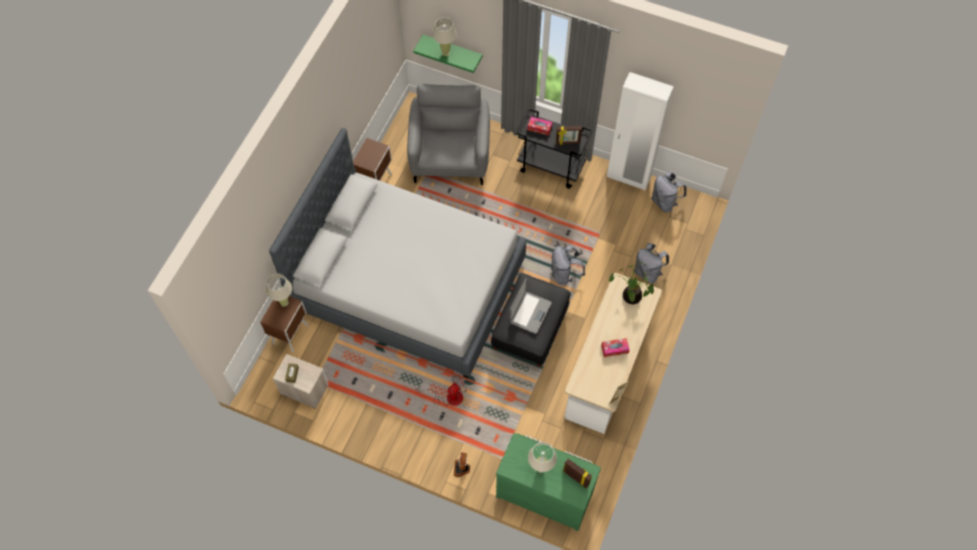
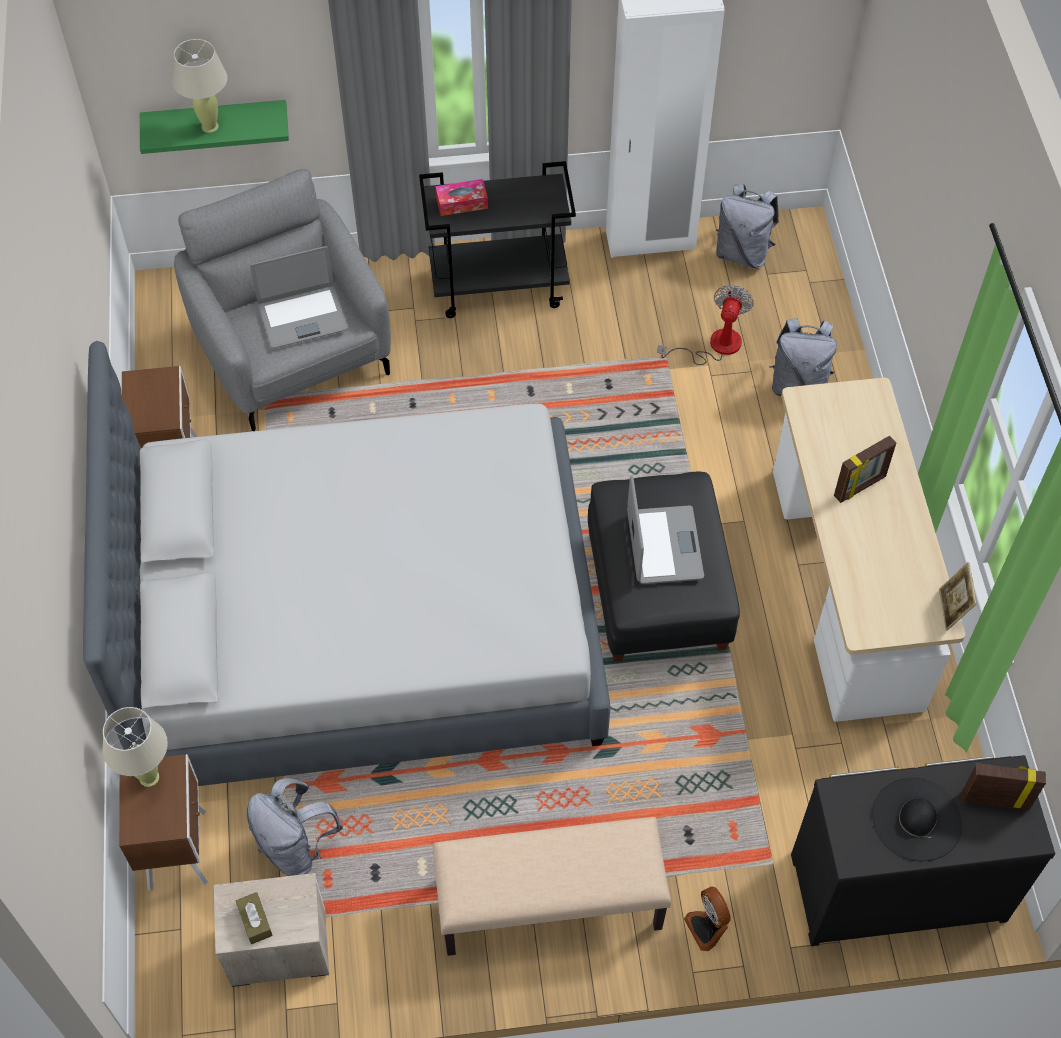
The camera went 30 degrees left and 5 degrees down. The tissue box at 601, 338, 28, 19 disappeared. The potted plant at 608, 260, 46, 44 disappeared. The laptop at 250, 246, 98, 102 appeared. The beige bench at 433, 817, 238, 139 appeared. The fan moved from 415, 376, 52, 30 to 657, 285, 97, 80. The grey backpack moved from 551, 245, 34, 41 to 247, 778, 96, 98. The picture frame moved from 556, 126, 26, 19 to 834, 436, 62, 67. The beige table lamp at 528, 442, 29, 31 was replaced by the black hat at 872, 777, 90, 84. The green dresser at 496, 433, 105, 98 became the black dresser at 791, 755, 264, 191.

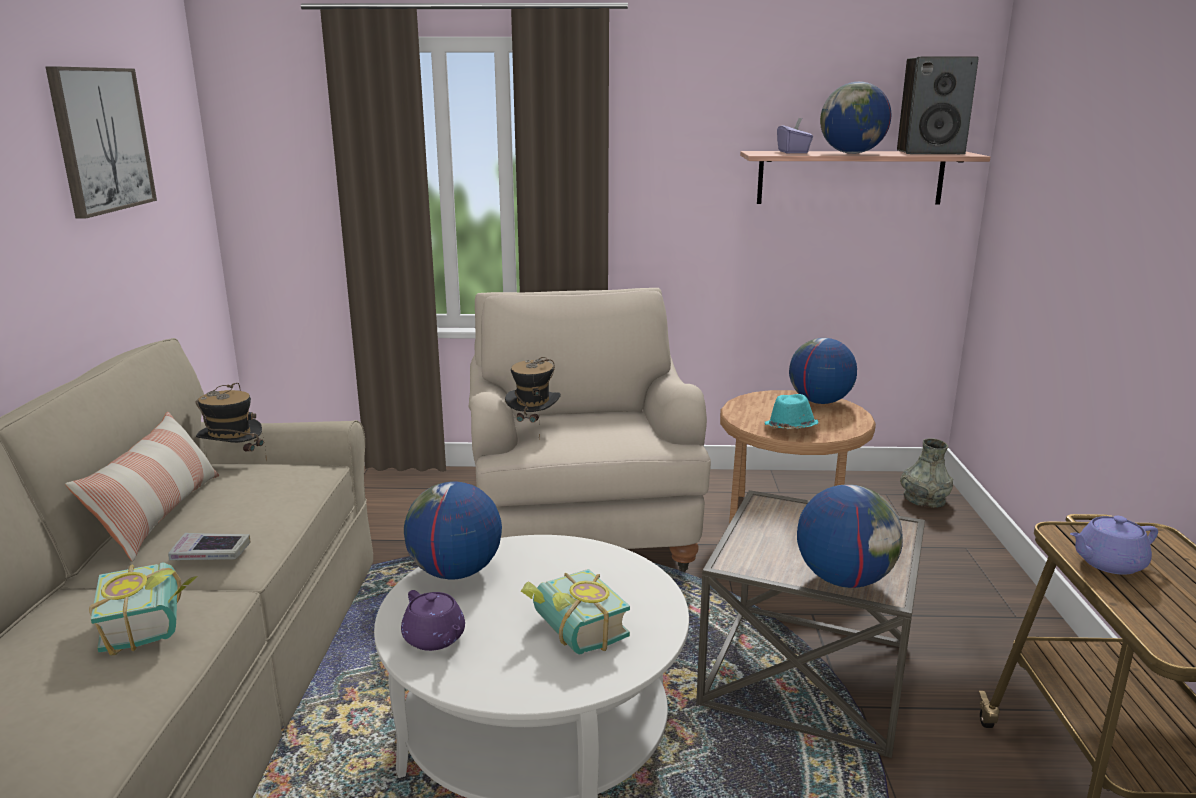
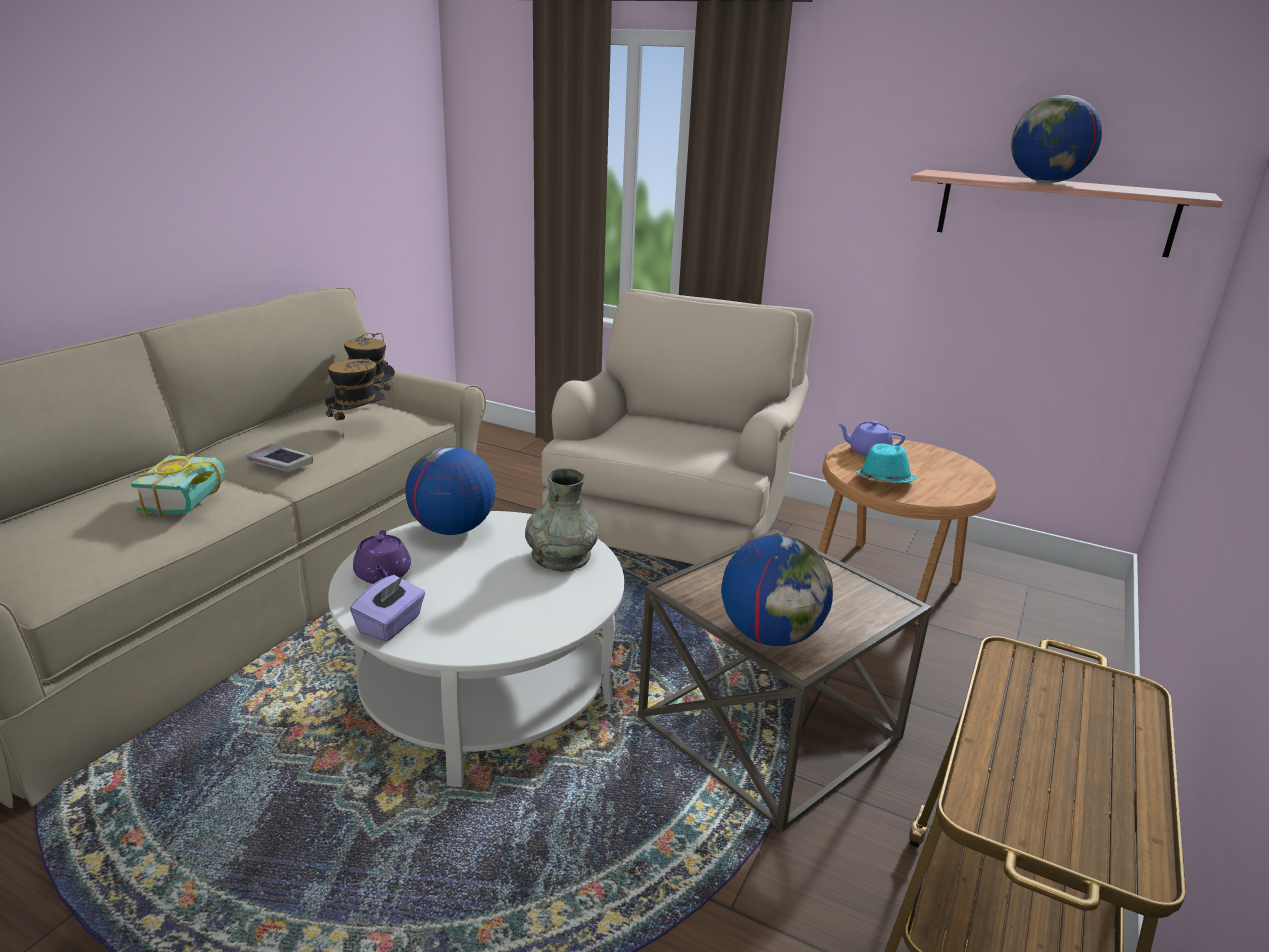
The camera went 25 degrees right and 5 degrees up. The picture at 45, 66, 112, 153 disappeared. The pillow at 65, 411, 154, 151 disappeared. The book at 521, 569, 109, 85 disappeared. The globe at 789, 338, 68, 66 disappeared. The speaker at 897, 56, 82, 98 disappeared. The hat moved from 505, 357, 56, 82 to 325, 358, 61, 81. The purple tissue box moved from 777, 118, 36, 35 to 350, 575, 75, 67. The grey vase moved from 900, 438, 53, 70 to 525, 468, 74, 103. The purple teapot moved from 1070, 516, 88, 59 to 837, 420, 68, 36.

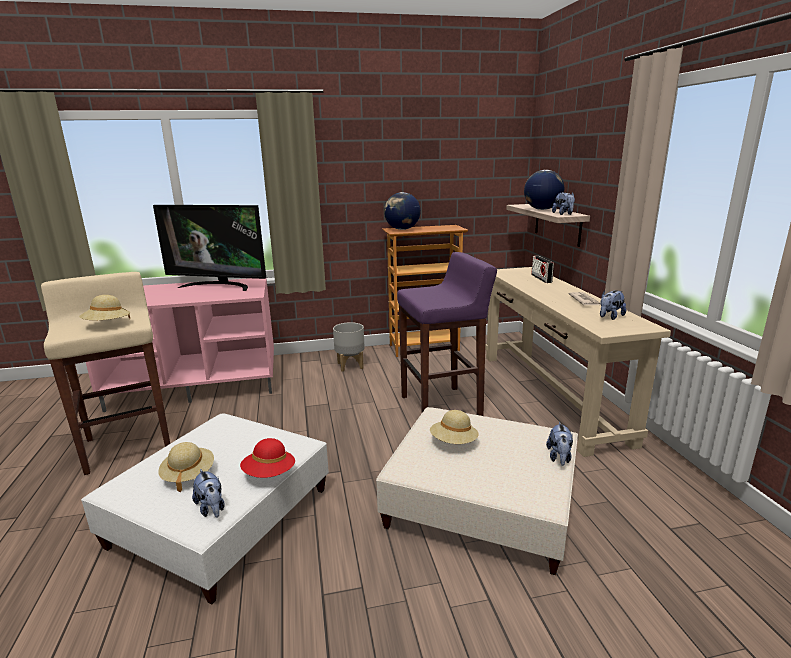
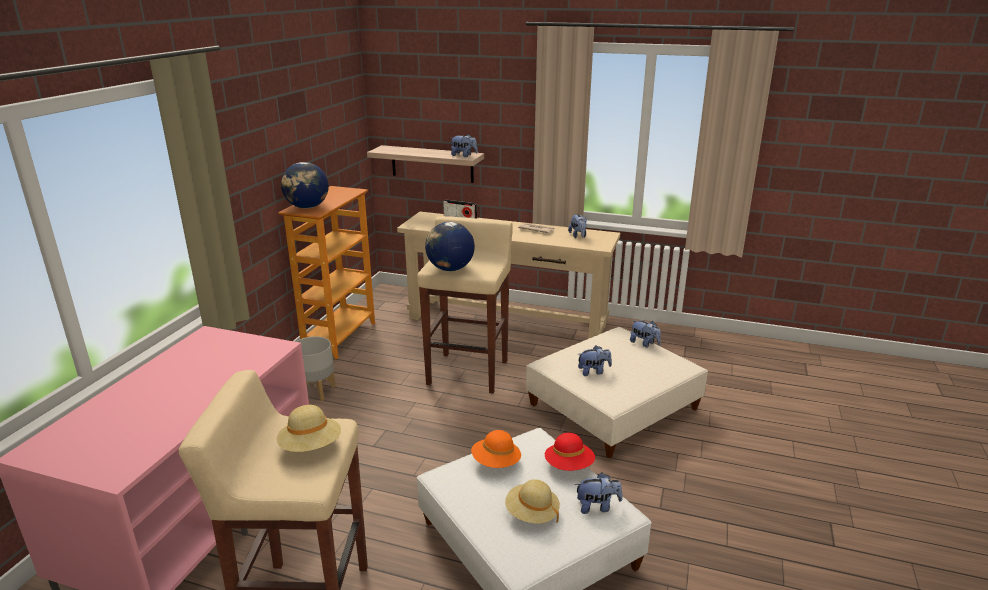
The camera went 60 degrees left and 5 degrees up. The television at 153, 205, 113, 86 disappeared. The orange hat at 471, 430, 50, 38 appeared. The globe moved from 524, 170, 40, 40 to 425, 222, 50, 49. The beige hat at 430, 410, 49, 34 was replaced by the plush toy at 577, 345, 35, 31. The purple stool at 397, 252, 100, 164 became the beige stool at 417, 216, 96, 178.

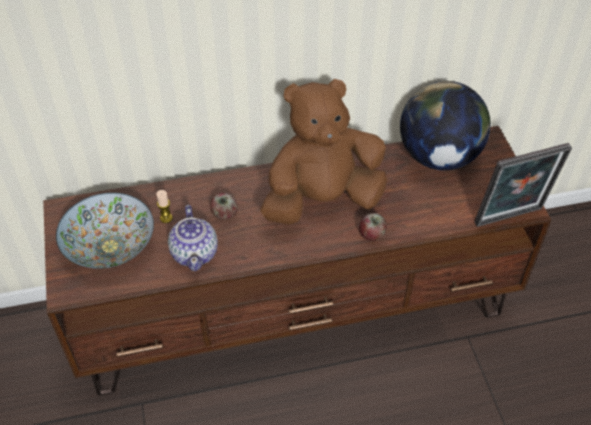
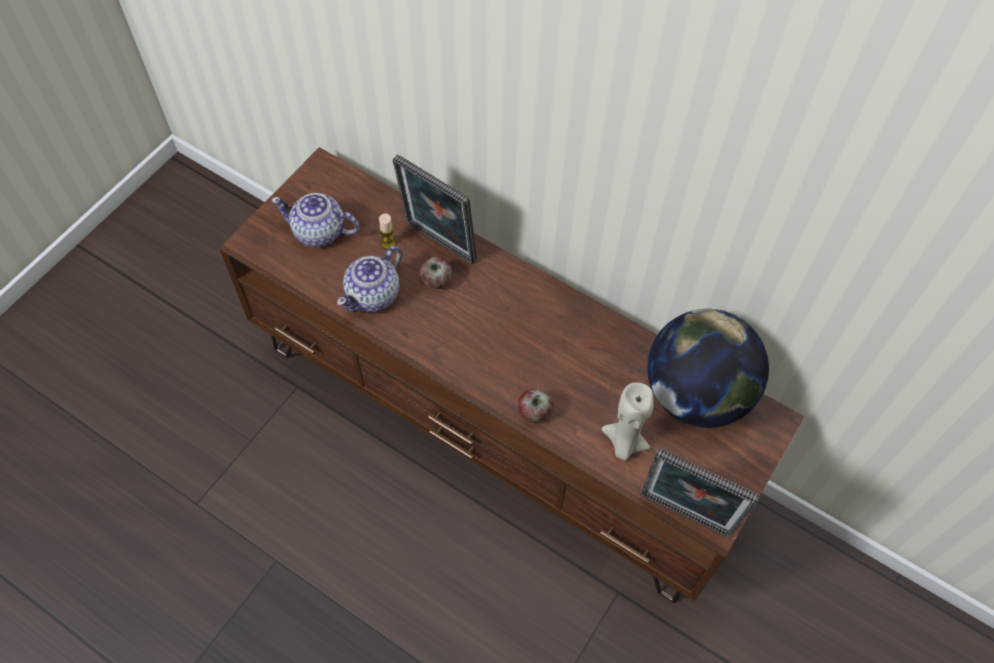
The camera went 45 degrees right and 10 degrees up. The brown plush toy at 260, 79, 127, 146 disappeared. The picture frame at 393, 154, 84, 110 appeared. The beige candle at 602, 382, 52, 78 appeared. The bowl at 56, 193, 98, 76 was replaced by the teapot at 271, 193, 88, 54.

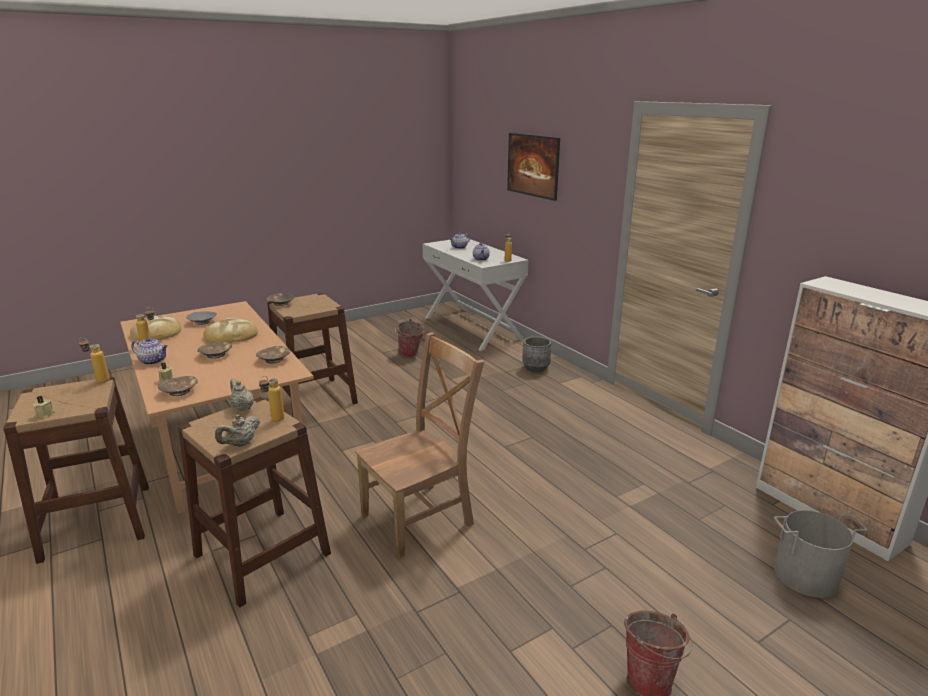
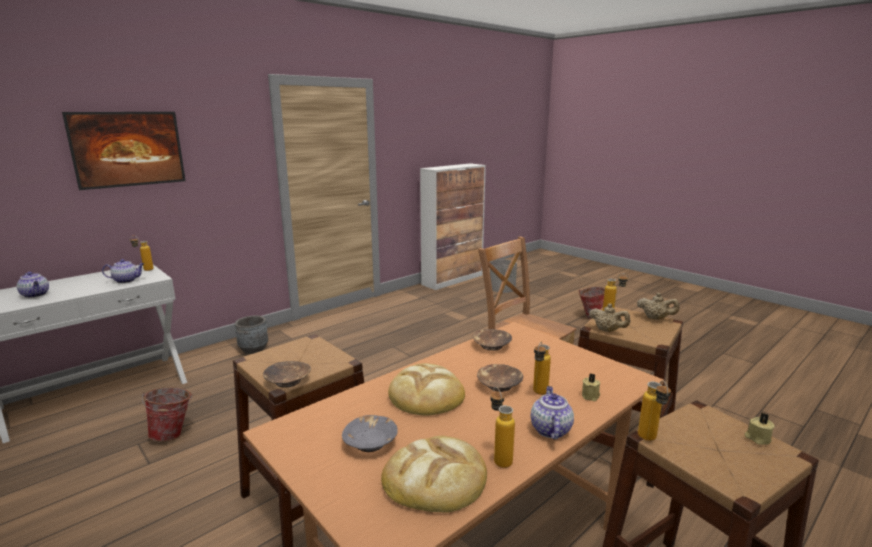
The camera went 100 degrees left and 5 degrees down. The brown bowl at 158, 376, 40, 20 disappeared. The bottle at 533, 342, 18, 53 appeared. The beige teapot at 230, 378, 25, 33 turned 90 degrees counterclockwise.

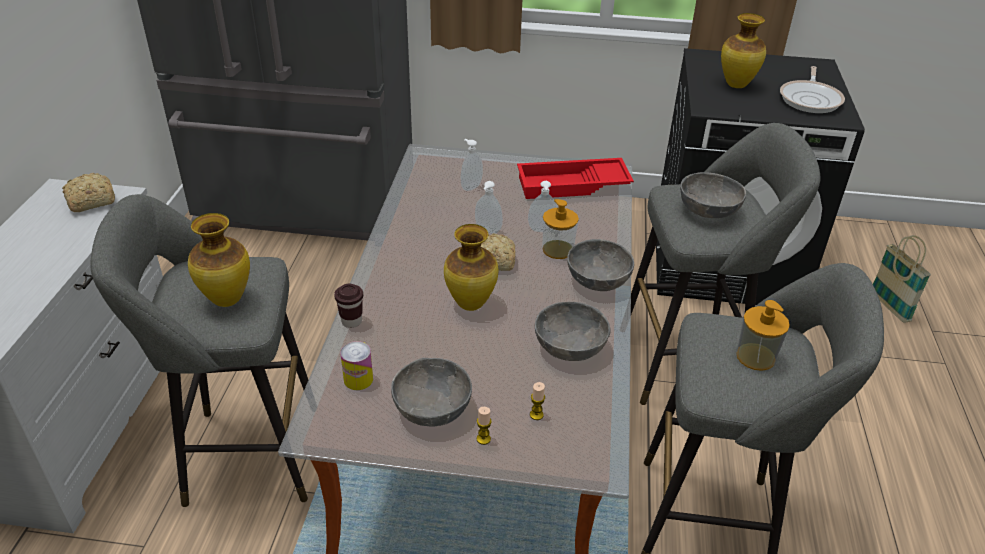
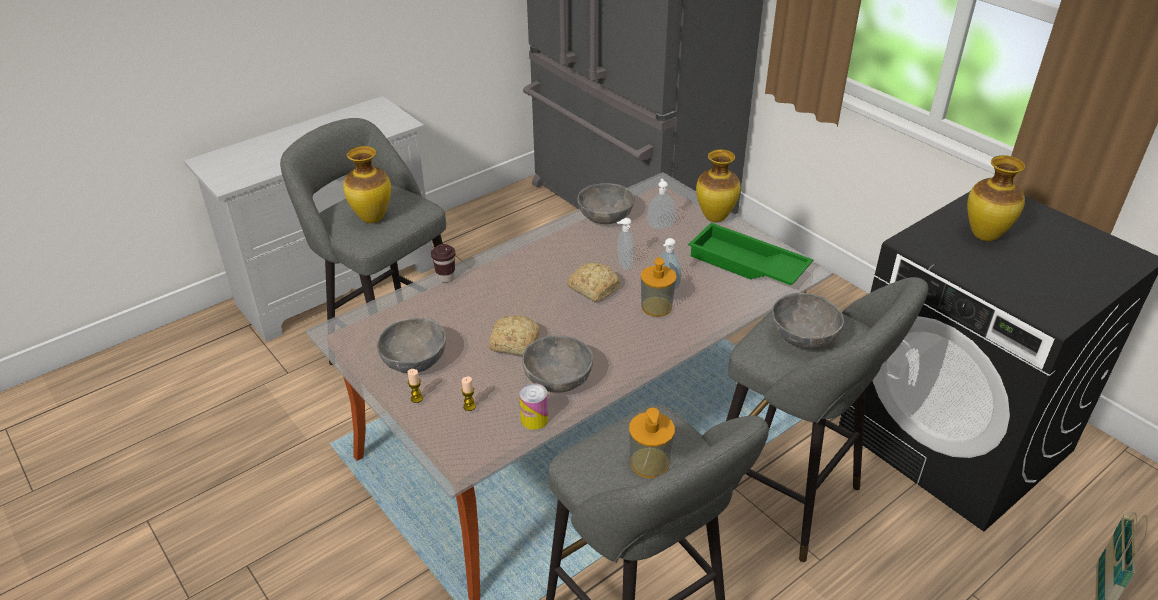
The camera went 45 degrees right and 0 degrees up. The frying pan at 780, 66, 65, 47 disappeared. The bread moved from 62, 173, 53, 39 to 489, 315, 51, 41. The can moved from 340, 341, 33, 49 to 519, 383, 29, 47. The vase moved from 444, 224, 54, 87 to 696, 149, 45, 73. The grey bowl moved from 567, 239, 67, 52 to 577, 183, 58, 41. The red tray at 517, 158, 117, 41 became the green tray at 688, 223, 125, 62.

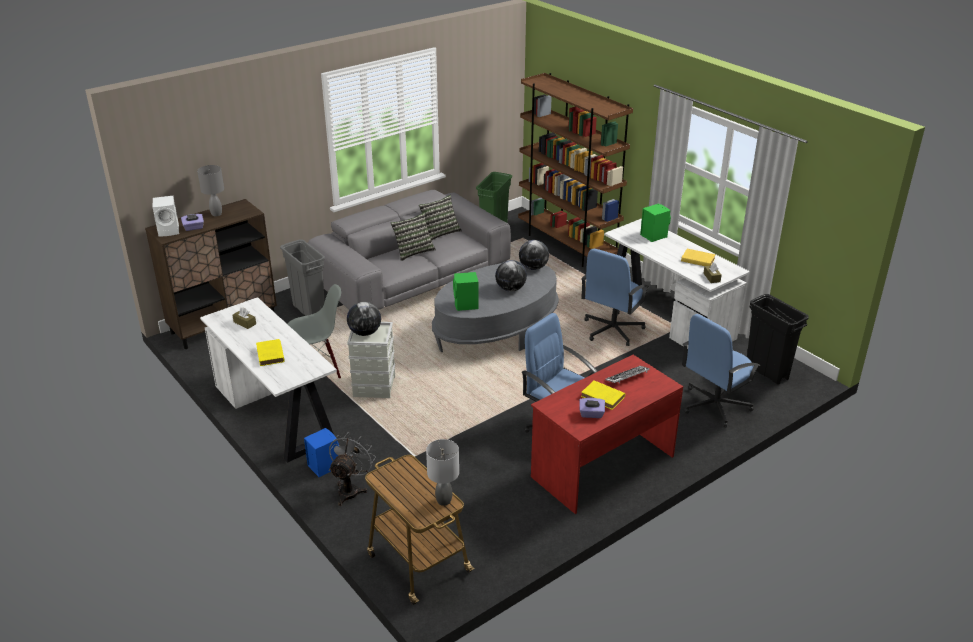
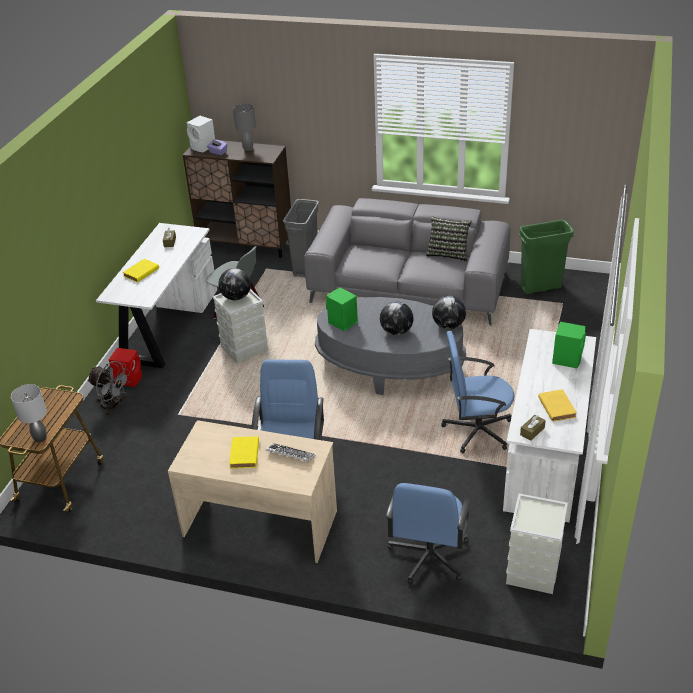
The camera went 55 degrees right and 5 degrees up. The pillow at 391, 212, 45, 49 disappeared. The brown bookcase at 518, 73, 115, 194 disappeared. The purple tissue box at 579, 398, 26, 20 disappeared. The black trash can at 747, 294, 62, 91 was replaced by the grey storage box at 506, 493, 62, 101. The blue speaker at 304, 428, 35, 49 became the red speaker at 109, 348, 33, 39. The red desk at 531, 355, 152, 159 became the beige desk at 168, 420, 169, 143. The grey fan at 329, 432, 47, 74 turned 45 degrees clockwise. The blue office chair at 682, 314, 78, 113 turned 90 degrees counterclockwise.

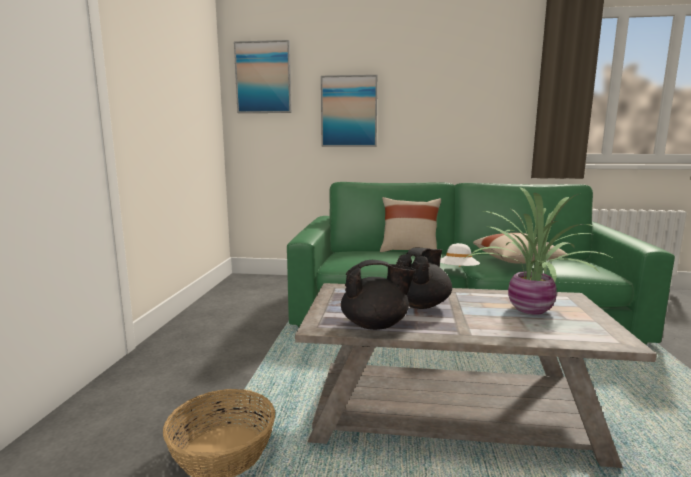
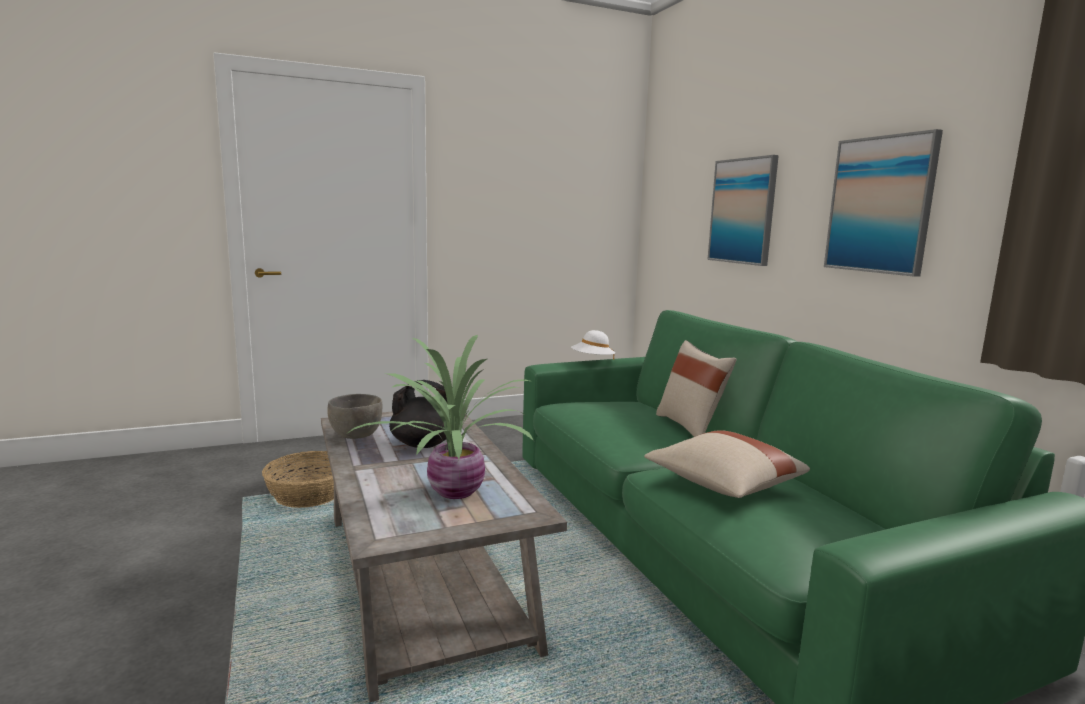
The camera went 60 degrees right and 0 degrees up. The picture moved from 234, 40, 58, 73 to 824, 129, 119, 148. The white hat moved from 440, 243, 40, 24 to 571, 330, 44, 29. The black teapot at 341, 260, 75, 70 was replaced by the grey bowl at 328, 394, 55, 45.

